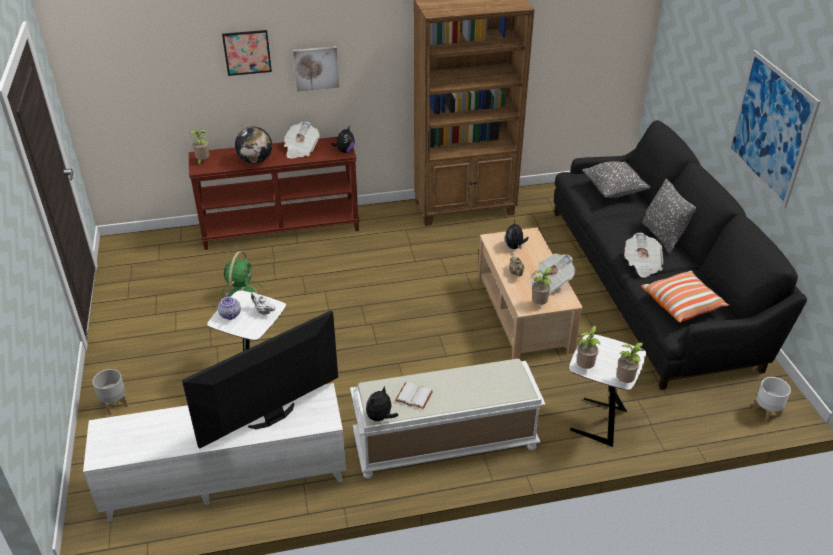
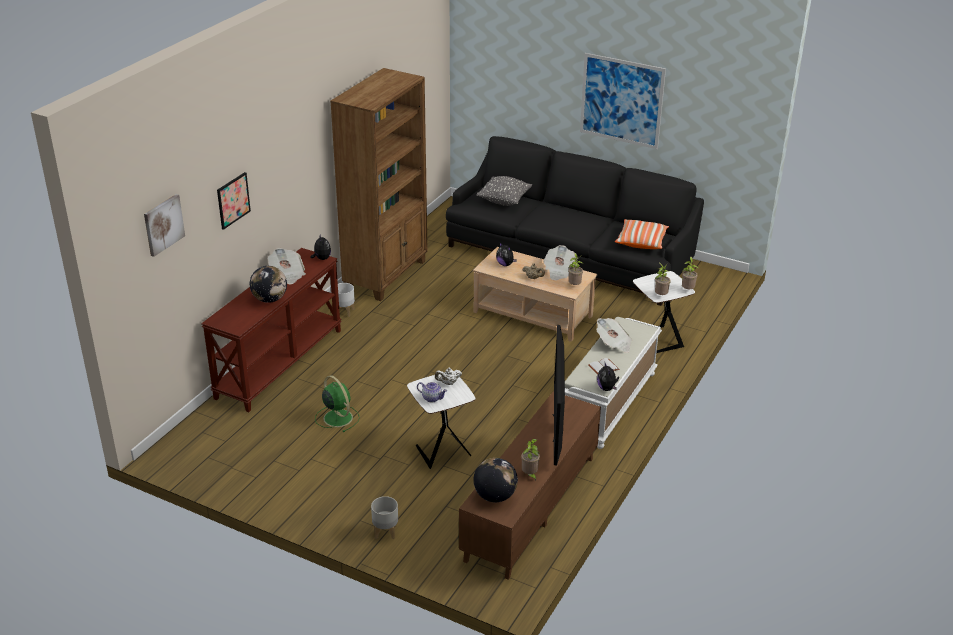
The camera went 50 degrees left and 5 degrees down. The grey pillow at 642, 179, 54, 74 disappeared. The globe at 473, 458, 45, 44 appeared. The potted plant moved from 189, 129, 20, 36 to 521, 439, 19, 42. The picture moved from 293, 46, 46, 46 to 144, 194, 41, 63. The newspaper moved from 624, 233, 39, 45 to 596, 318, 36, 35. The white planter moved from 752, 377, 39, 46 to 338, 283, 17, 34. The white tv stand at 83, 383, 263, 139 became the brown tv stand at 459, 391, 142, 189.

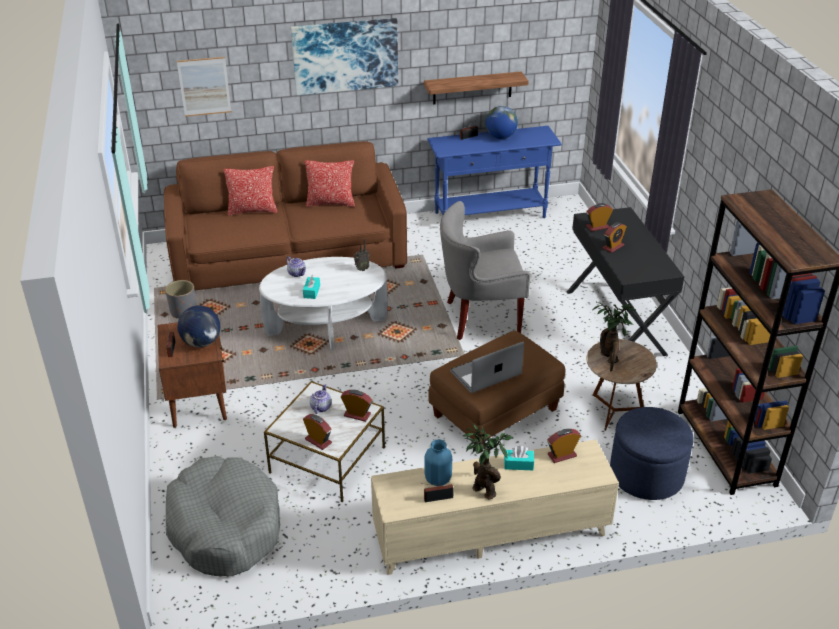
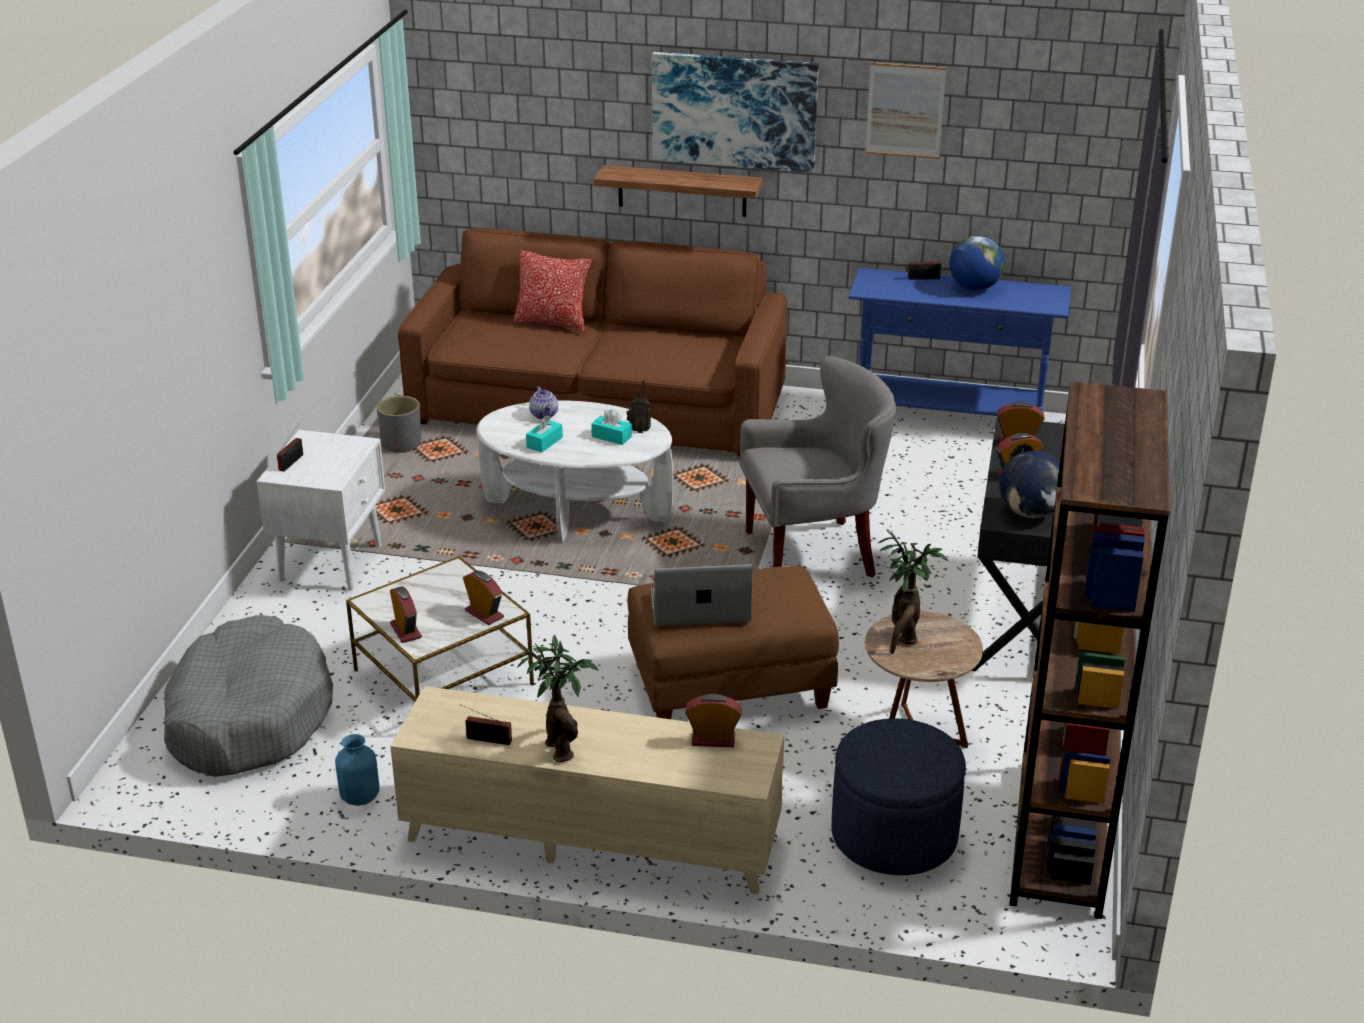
The camera went 25 degrees right and 5 degrees down. The pillow at 305, 160, 50, 47 disappeared. The teapot at 310, 384, 22, 30 disappeared. The picture moved from 177, 57, 55, 60 to 865, 62, 81, 97. The globe moved from 177, 306, 43, 42 to 999, 451, 61, 67. The shelf moved from 424, 71, 105, 33 to 594, 165, 169, 52. The blue vase moved from 424, 439, 28, 47 to 335, 734, 45, 72. The turquoise tissue box moved from 504, 446, 30, 24 to 591, 409, 41, 36. The brown nightstand at 158, 322, 69, 106 became the white nightstand at 256, 430, 129, 161. The grey armchair at 440, 201, 90, 139 turned 150 degrees clockwise.

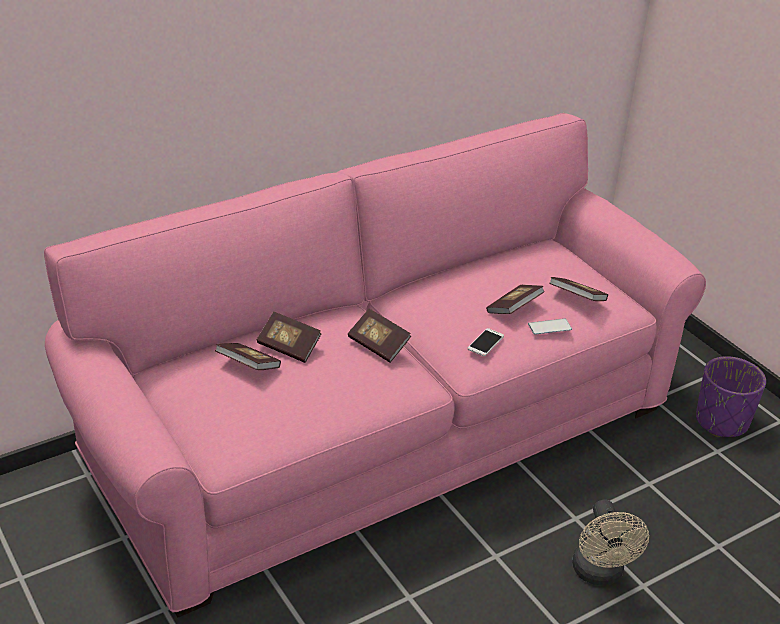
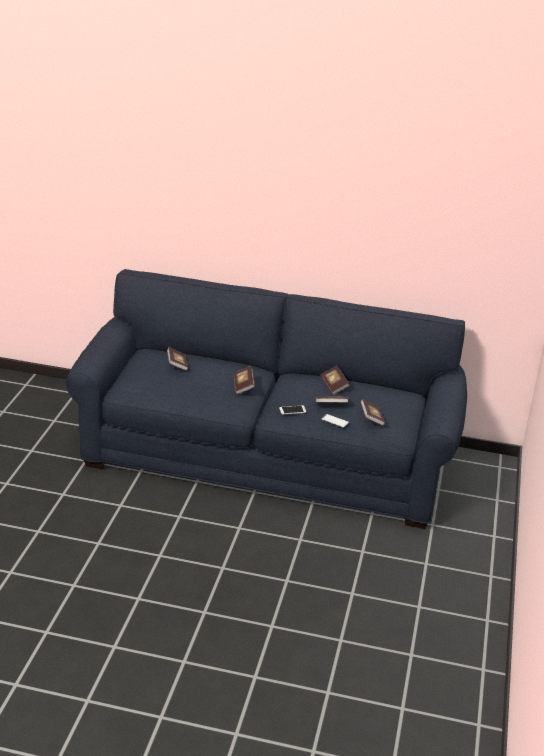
The camera went 45 degrees right and 5 degrees down. The beige fan at 572, 500, 77, 85 disappeared. The purple planter at 696, 356, 70, 81 disappeared. The book moved from 257, 312, 64, 51 to 321, 366, 29, 29. The pink sofa at 44, 113, 662, 505 became the blue sofa at 66, 269, 401, 260.

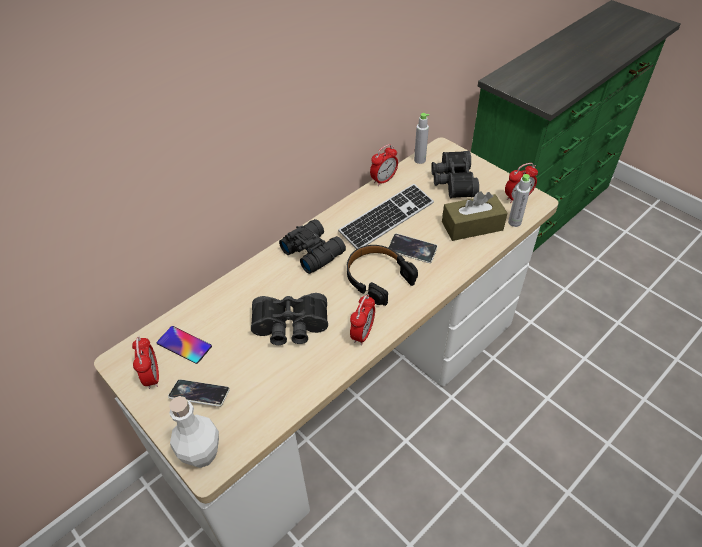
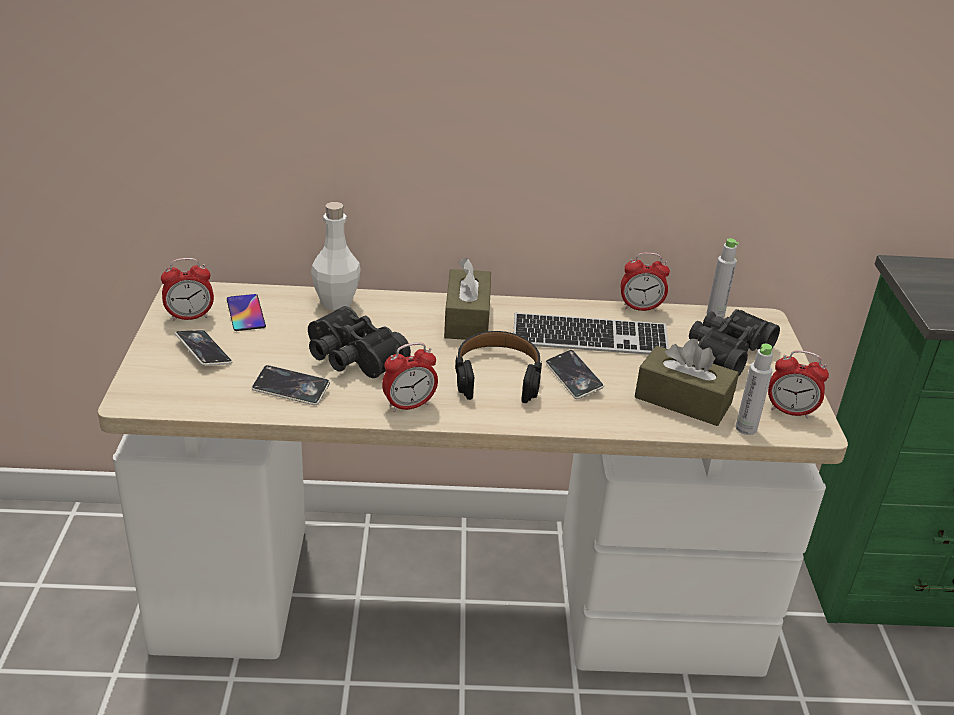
The camera went 40 degrees right and 15 degrees down. The phone at 252, 365, 78, 40 appeared. The white bottle moved from 169, 396, 50, 72 to 311, 202, 50, 109. The black binoculars at 279, 219, 67, 55 was replaced by the brown tissue box at 444, 258, 47, 82. The alarm clock at 132, 336, 27, 53 turned 45 degrees clockwise.

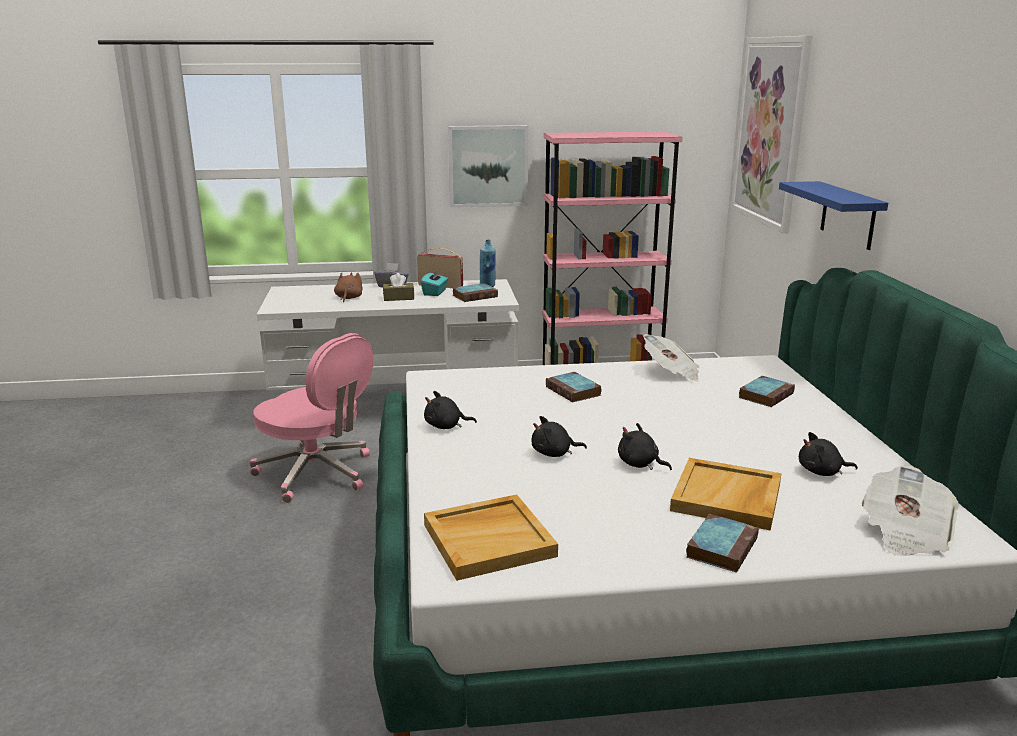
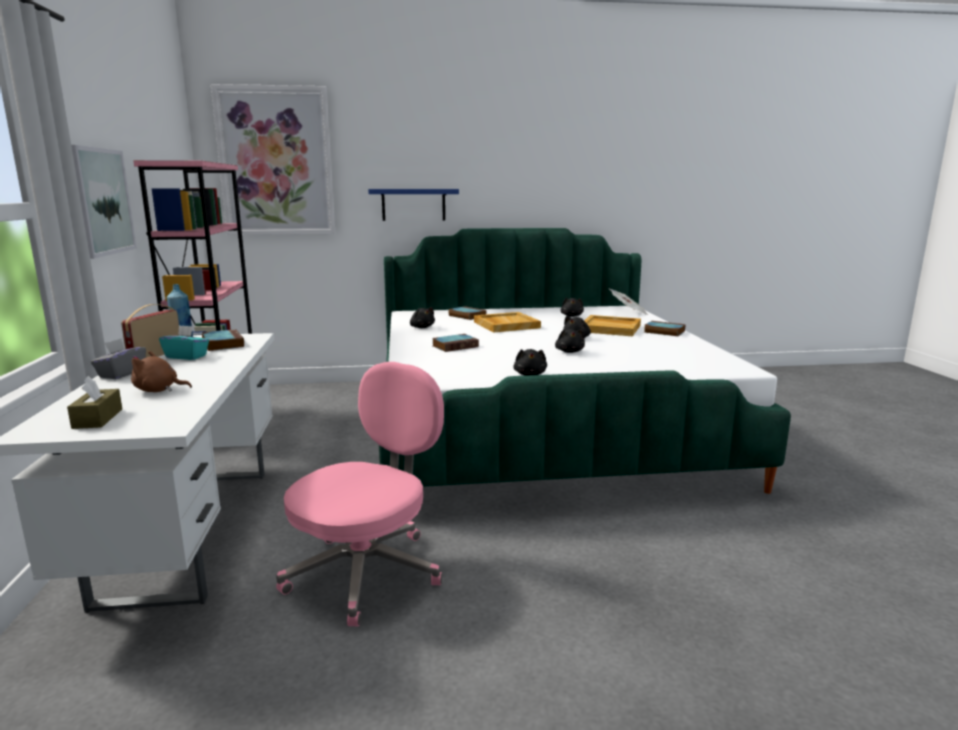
The camera went 90 degrees left and 5 degrees down. The brown tissue box moved from 383, 273, 31, 28 to 67, 376, 55, 53. The beige tray moved from 424, 494, 134, 87 to 474, 312, 67, 21. The newspaper at 643, 334, 56, 47 was replaced by the black plush toy at 410, 307, 25, 21.

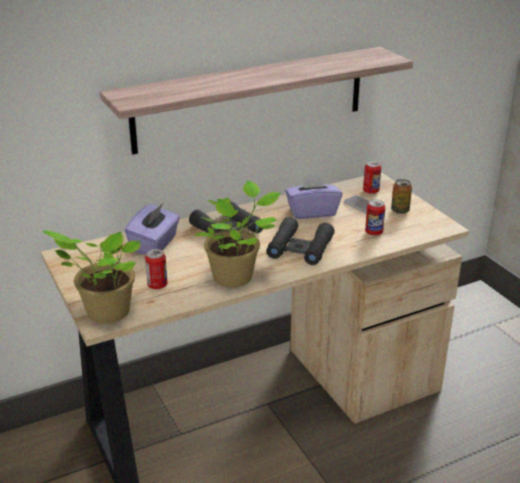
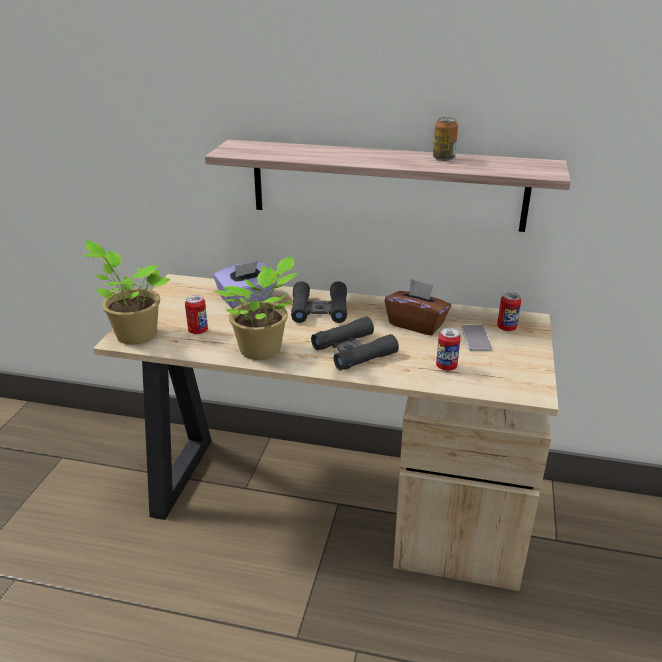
The camera went 40 degrees right and 0 degrees up. The can moved from 391, 179, 21, 35 to 433, 117, 25, 44. The purple tissue box at 285, 173, 57, 46 became the brown tissue box at 385, 279, 66, 57.

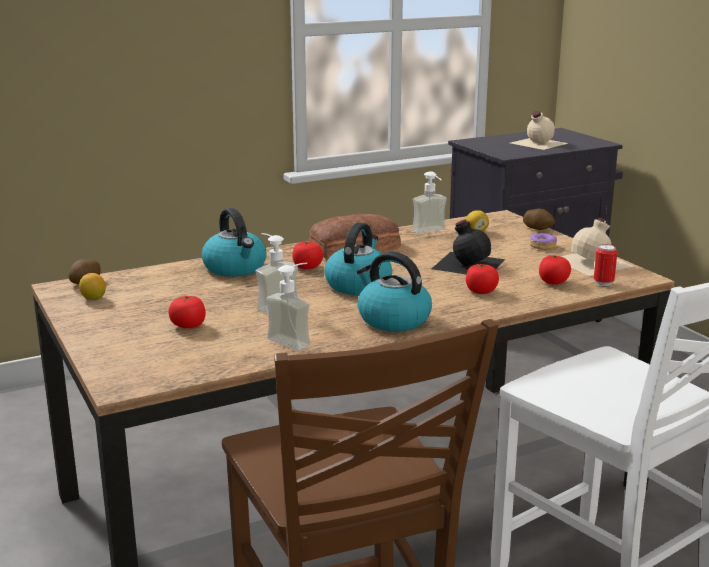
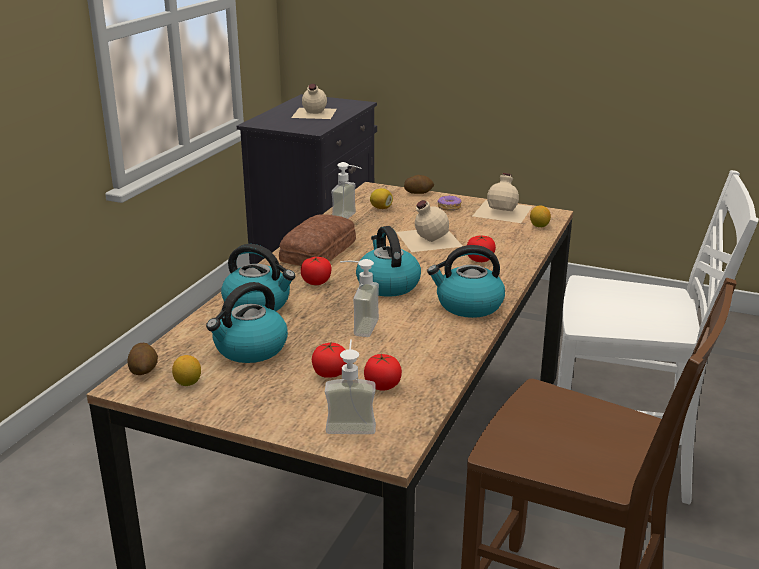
The camera went 40 degrees left and 5 degrees up. The kettle at 206, 282, 82, 81 appeared. The soap dispenser moved from 266, 263, 44, 88 to 325, 339, 51, 95. The tomato moved from 539, 255, 32, 30 to 364, 354, 38, 37. The can at 594, 244, 24, 42 was replaced by the lemon at 530, 206, 21, 21. The black bottle at 432, 219, 73, 55 became the beige bottle at 397, 200, 65, 52.

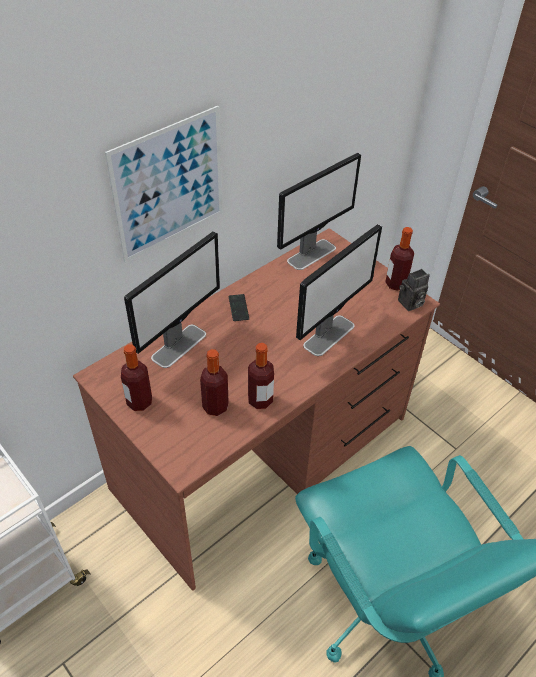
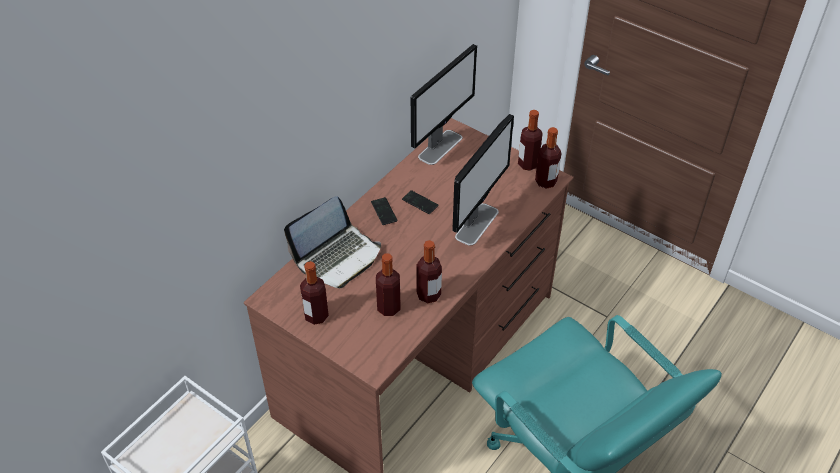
The camera went 10 degrees left and 0 degrees up. The picture at 105, 106, 118, 156 disappeared. The phone at 402, 190, 37, 24 appeared. The monitor at 124, 231, 96, 137 was replaced by the laptop at 284, 196, 97, 92. The photo camera at 398, 269, 32, 42 was replaced by the bottle at 535, 127, 26, 62.

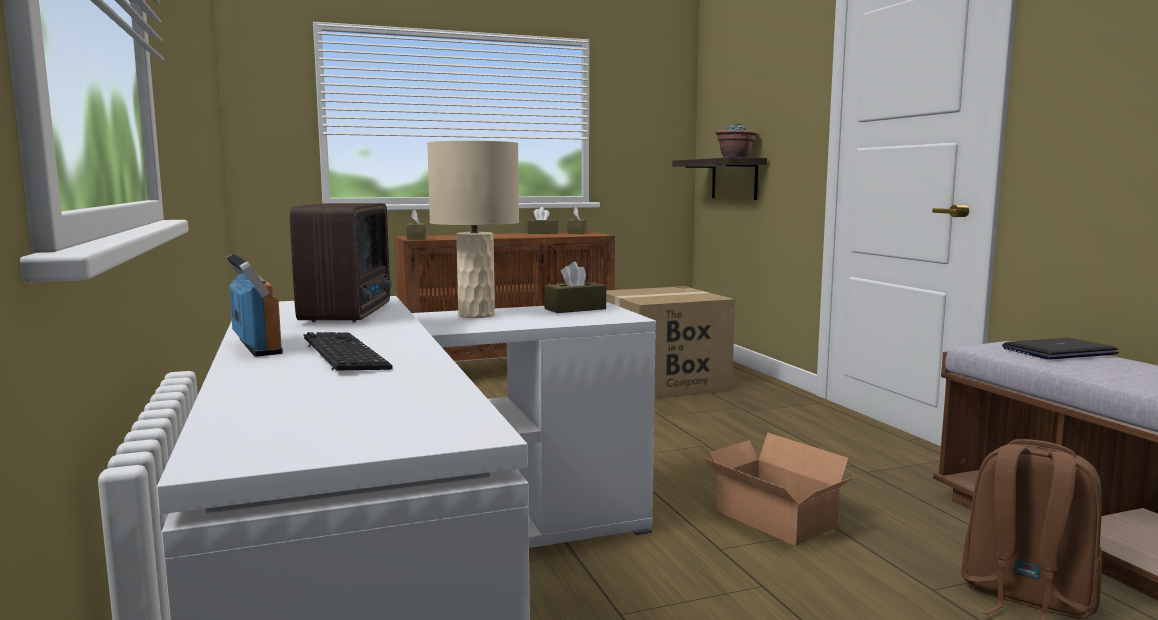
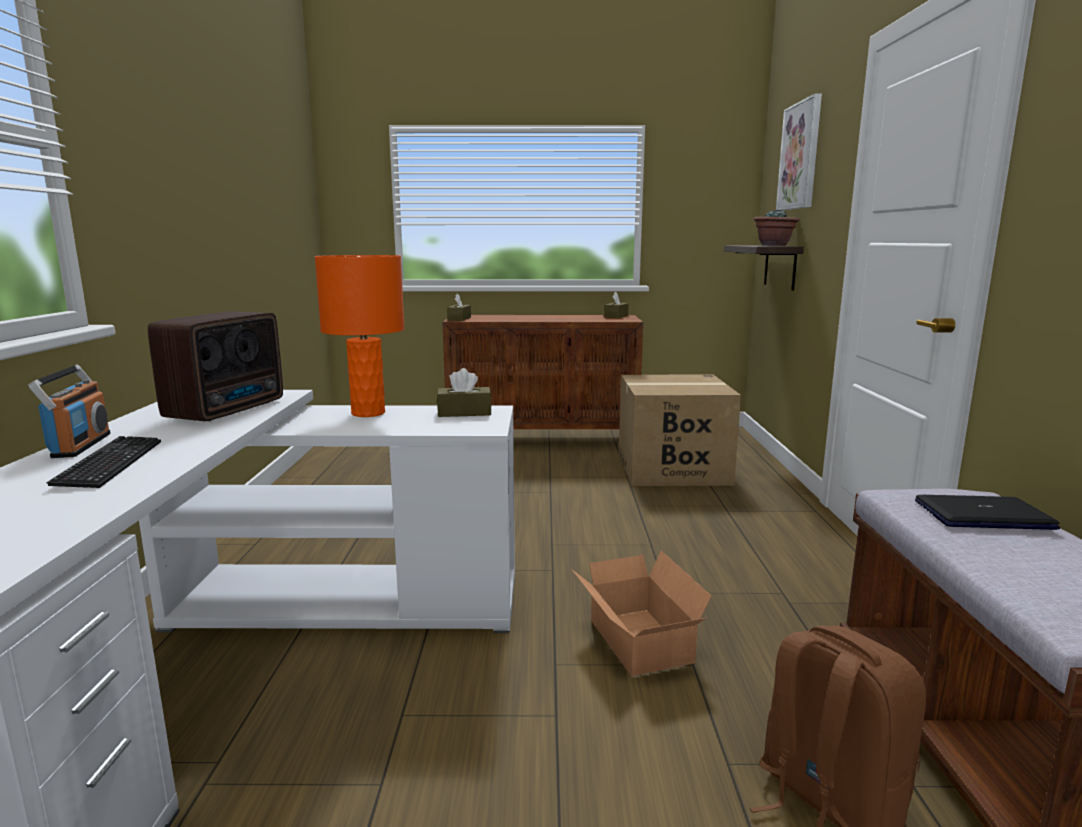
The camera went 20 degrees right and 5 degrees up. The brown tissue box at 526, 207, 32, 27 disappeared. The picture at 776, 93, 46, 118 appeared. The beige table lamp at 427, 140, 92, 178 became the orange table lamp at 314, 255, 91, 162.

